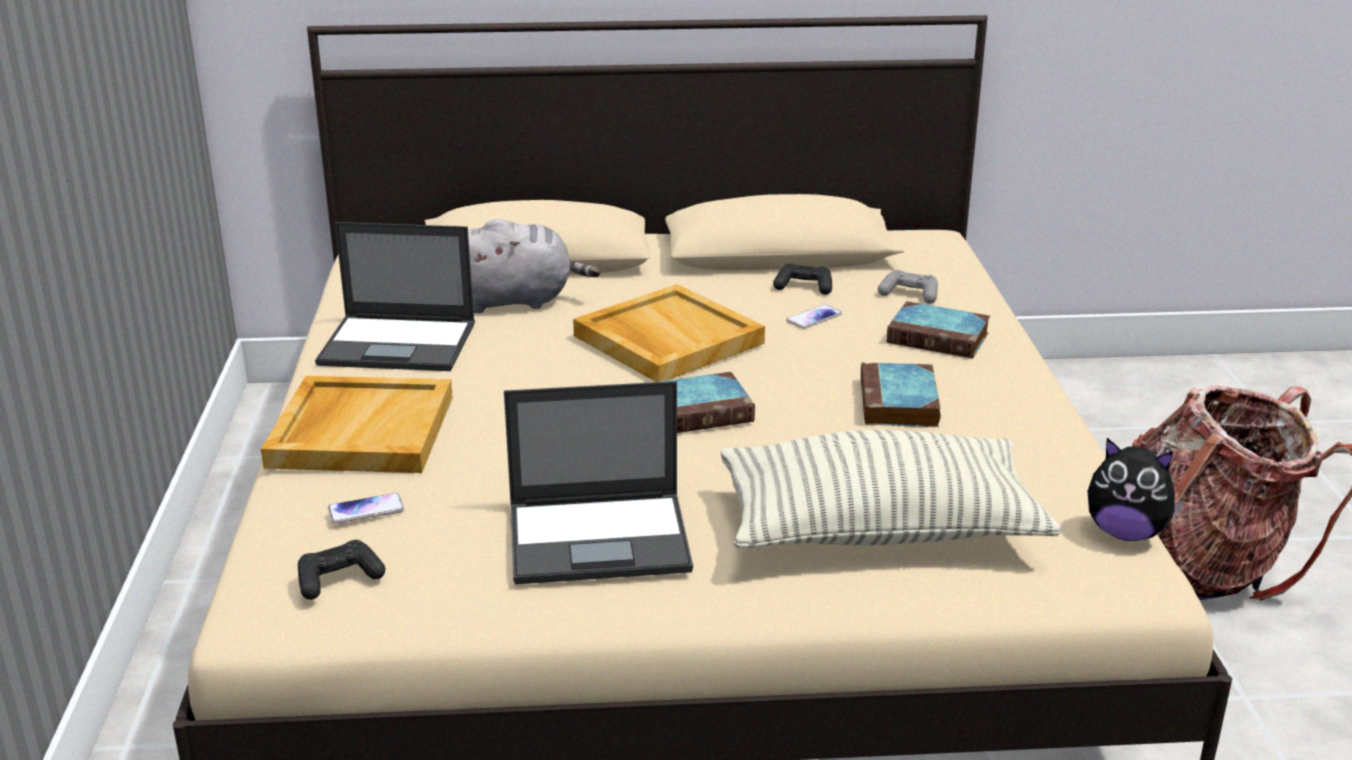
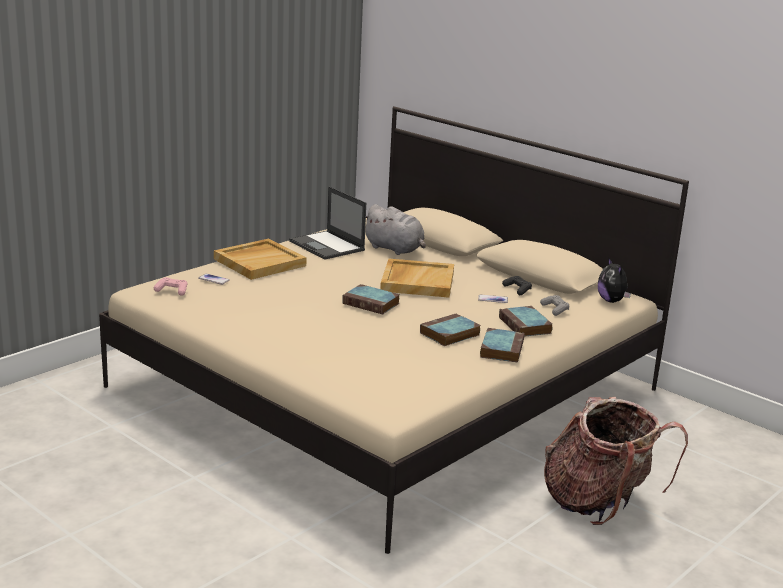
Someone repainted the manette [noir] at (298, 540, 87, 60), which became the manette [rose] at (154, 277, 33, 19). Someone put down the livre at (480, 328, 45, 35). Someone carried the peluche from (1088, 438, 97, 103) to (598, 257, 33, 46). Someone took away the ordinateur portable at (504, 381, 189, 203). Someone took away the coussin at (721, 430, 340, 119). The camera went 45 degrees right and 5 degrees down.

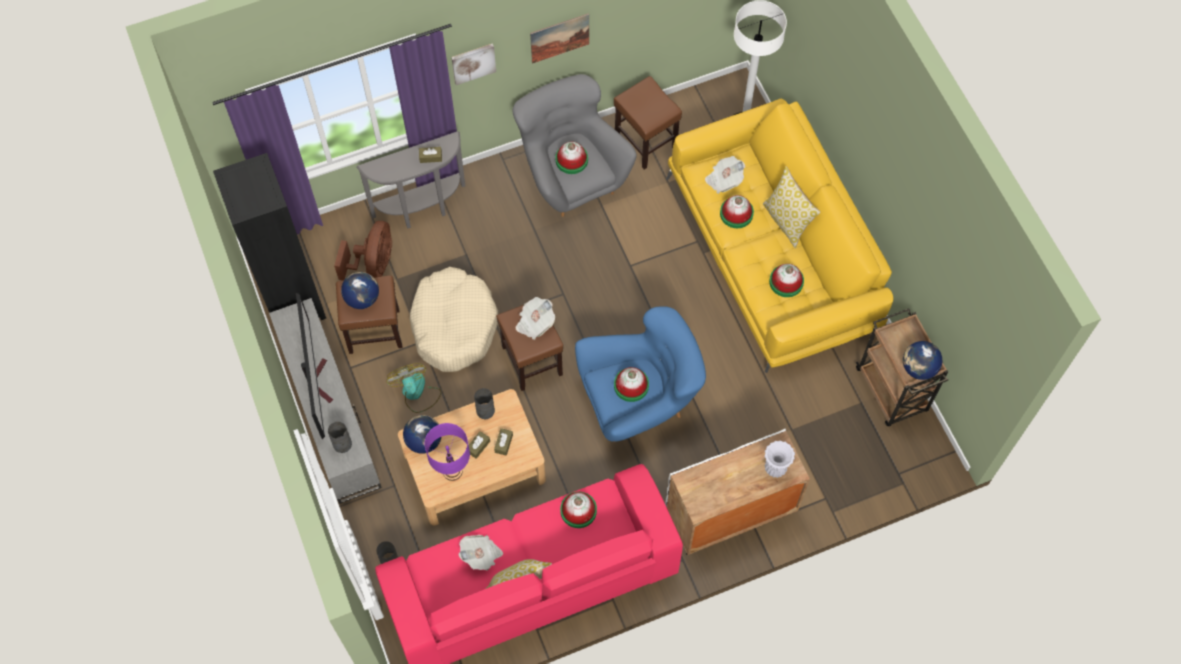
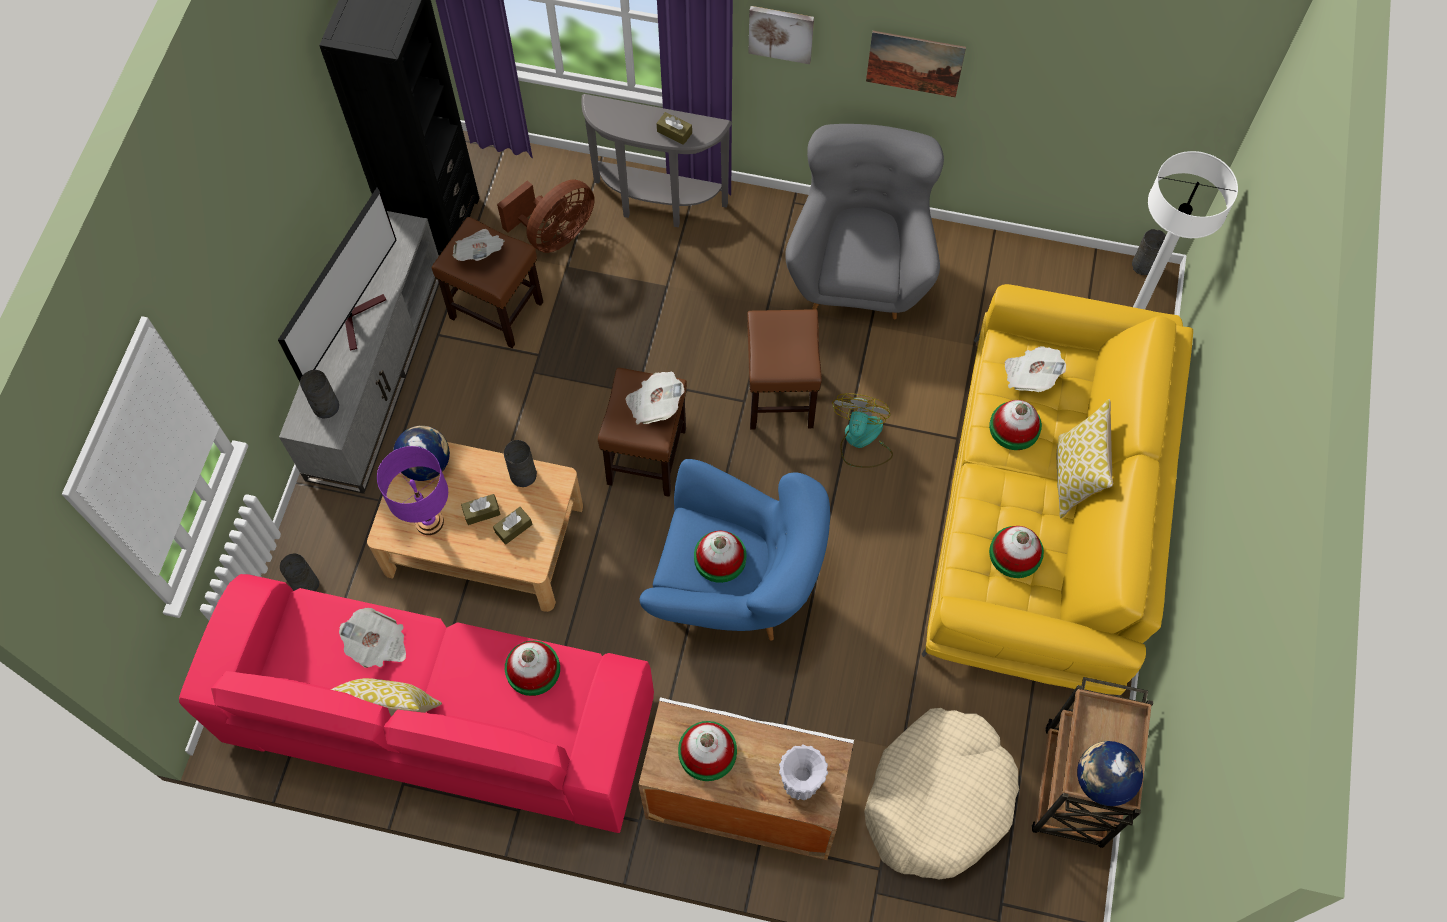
Someone swapped the globe at (341, 272, 38, 37) for the journal at (453, 229, 52, 32). Someone carried the chapeau from (555, 142, 33, 32) to (678, 721, 59, 60). Someone carried the tabouret [marron] from (614, 76, 68, 93) to (747, 309, 75, 120). Someone carried the ventilateur from (386, 363, 55, 50) to (832, 393, 61, 75). Someone carried the panier pour chien [beige] from (409, 267, 89, 105) to (864, 708, 155, 172). Someone put down the vase [gris] at (1132, 229, 34, 46). The camera went 35 degrees right and 0 degrees up.

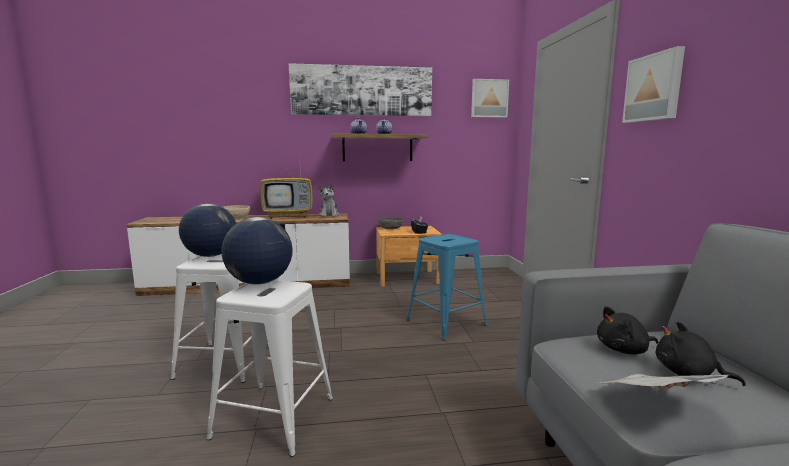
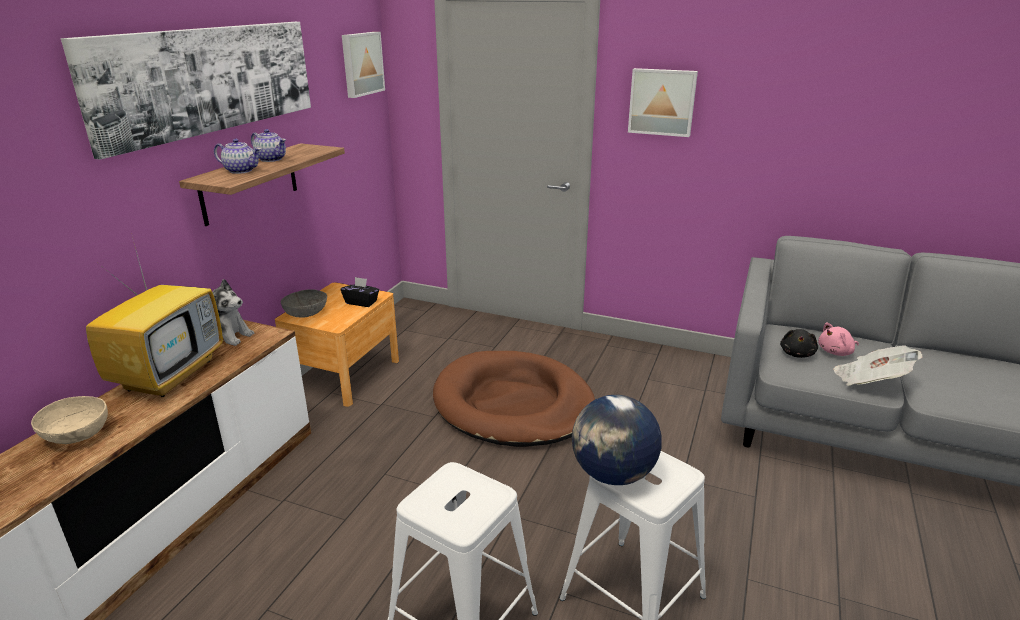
Someone swapped the tabouret [bleu] at (407, 234, 80, 107) for the panier pour chien [marron] at (433, 351, 162, 96). Someone repainted the peluche [noir] at (656, 322, 90, 64), which became the peluche [rose] at (818, 323, 41, 33). Someone took away the globe at (179, 204, 57, 53). The camera went 60 degrees left and 15 degrees up.

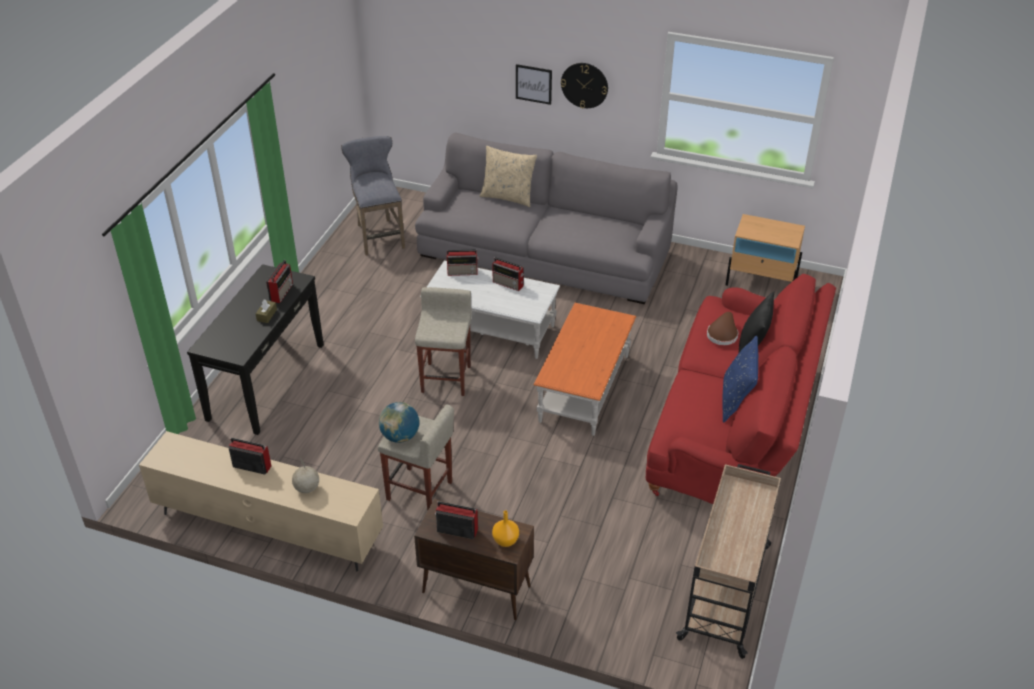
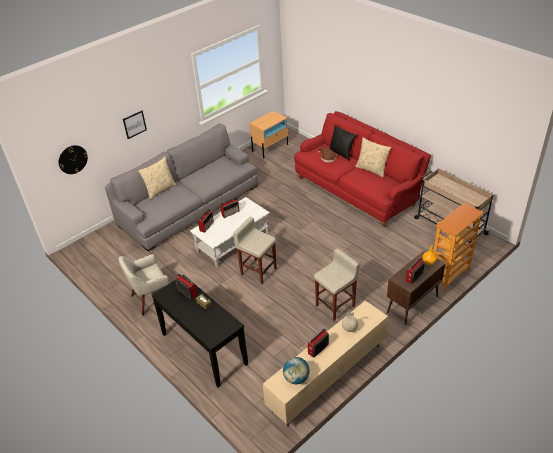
Someone carried the horloge murale from (561, 63, 47, 45) to (59, 145, 29, 29). Someone put down the fauteuil [beige] at (119, 254, 51, 62). Someone carried the globe from (379, 402, 40, 41) to (283, 357, 27, 27). Someone repainted the coussin [bleu] at (722, 335, 36, 88), which became the coussin [beige] at (355, 138, 36, 39). Someone put down the bibliothèque at (433, 203, 51, 88). Someone took away the tabouret [gris] at (341, 136, 64, 120). Someone took away the table basse [orange] at (533, 303, 103, 133). The camera went 60 degrees left and 0 degrees up.

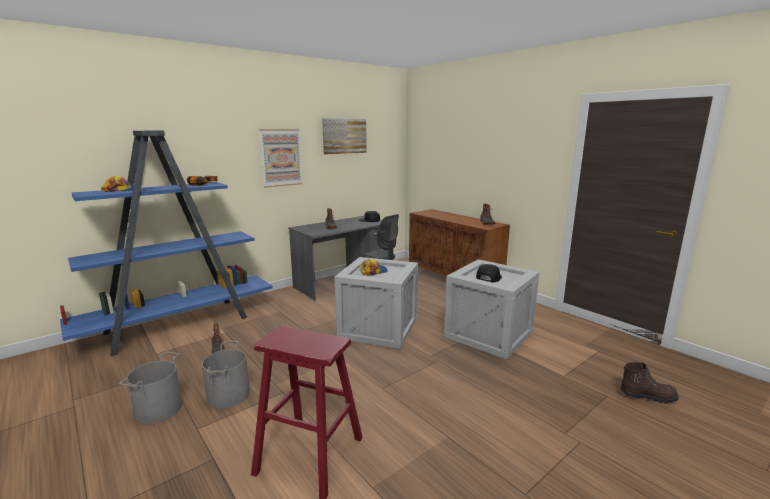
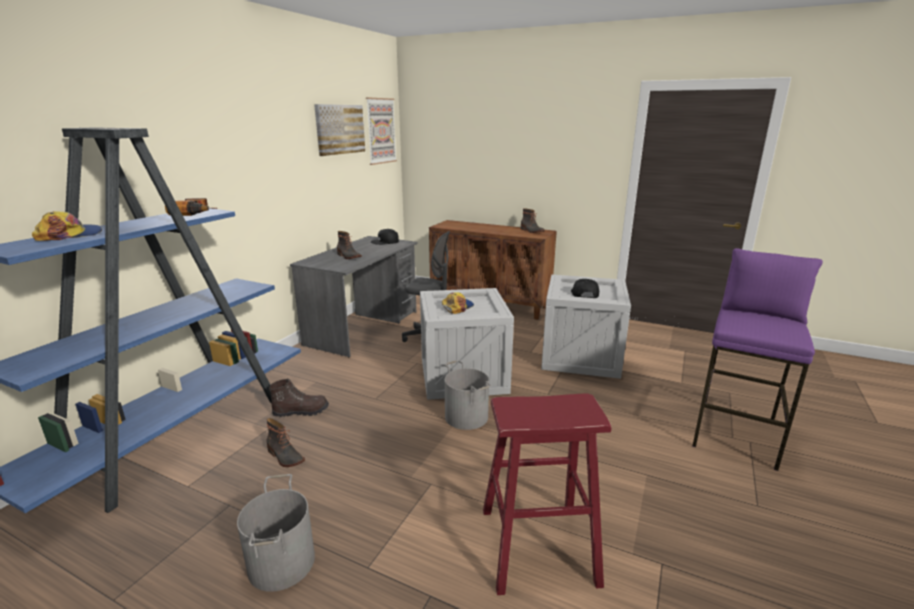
Someone carried the botte [marron] from (620, 362, 59, 42) to (269, 378, 60, 39). Someone carried the tableau from (260, 129, 43, 59) to (366, 97, 31, 68). Someone carried the seau [gris] from (202, 341, 48, 68) to (444, 360, 48, 70). Someone put down the tabouret [violet] at (692, 248, 131, 223). The camera went 25 degrees left and 5 degrees up.

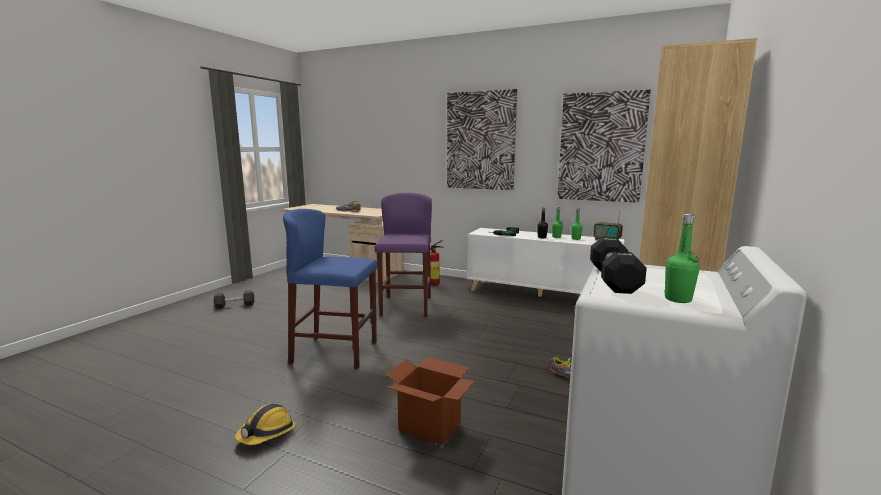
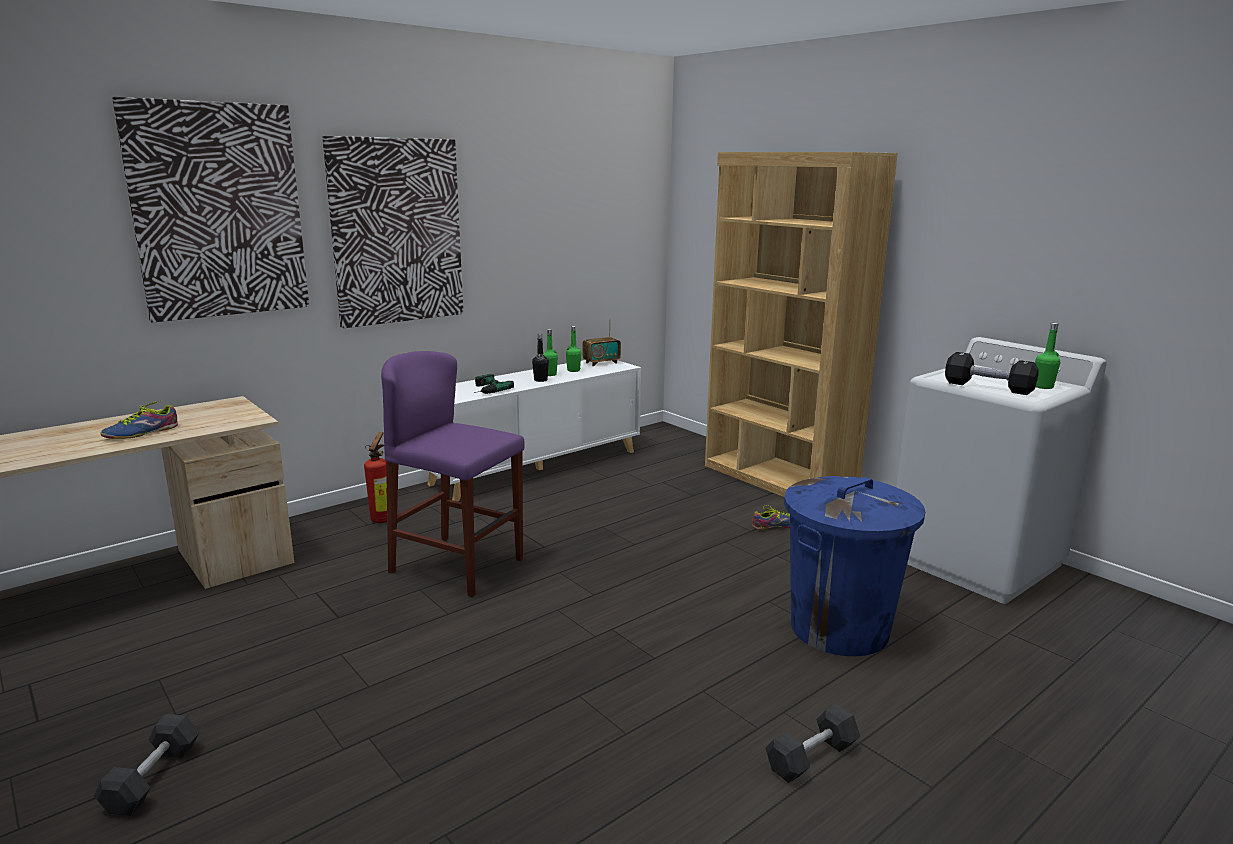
Someone carried the tableau from (557, 90, 94, 113) to (112, 97, 197, 226). Someone swapped the casque de chantier at (235, 404, 61, 41) for the haltère [noir] at (765, 704, 95, 79). Someone swapped the carton at (386, 357, 89, 88) for the poubelle [bleu] at (784, 476, 141, 180). Someone took away the tabouret [bleu] at (283, 209, 94, 160). The camera went 65 degrees left and 5 degrees up.

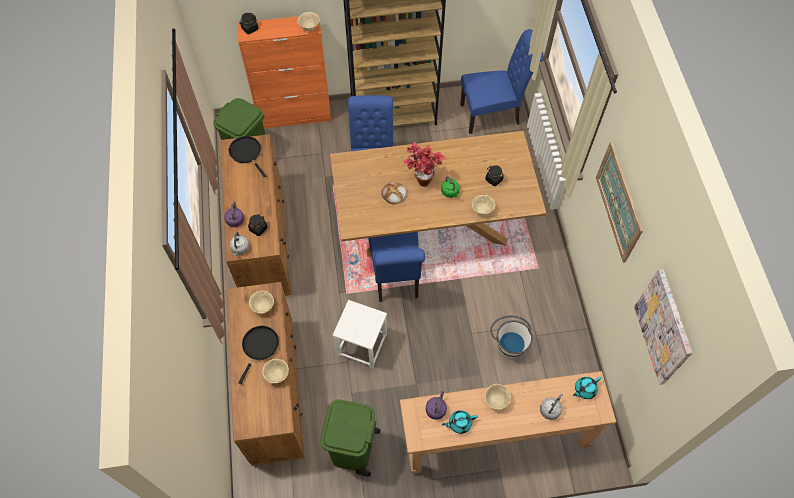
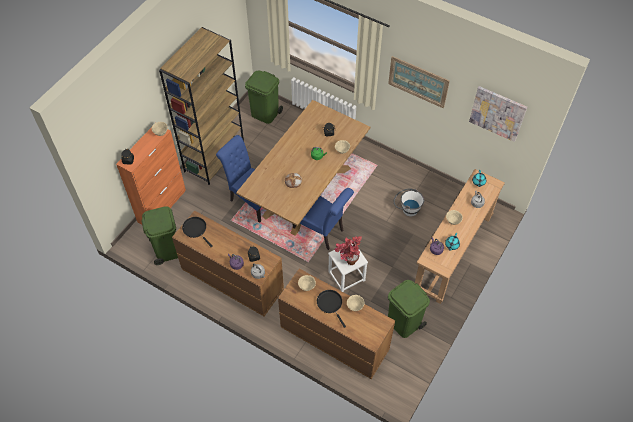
Someone rotated the poêle [noir] at (229, 136, 37, 42) by 45 degrees clockwise. Someone swapped the chaise [bleu] at (460, 29, 84, 105) for the poubelle [vert] at (245, 71, 38, 53). Someone carried the plante en pot from (403, 142, 42, 45) to (334, 236, 28, 29). The camera went 50 degrees left and 5 degrees down.

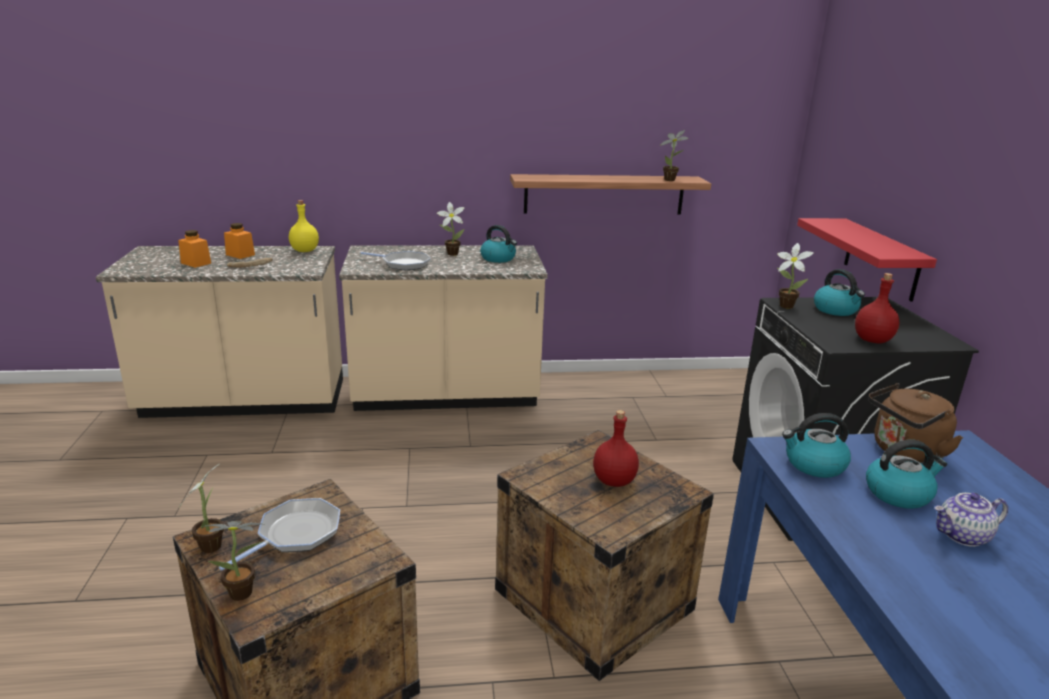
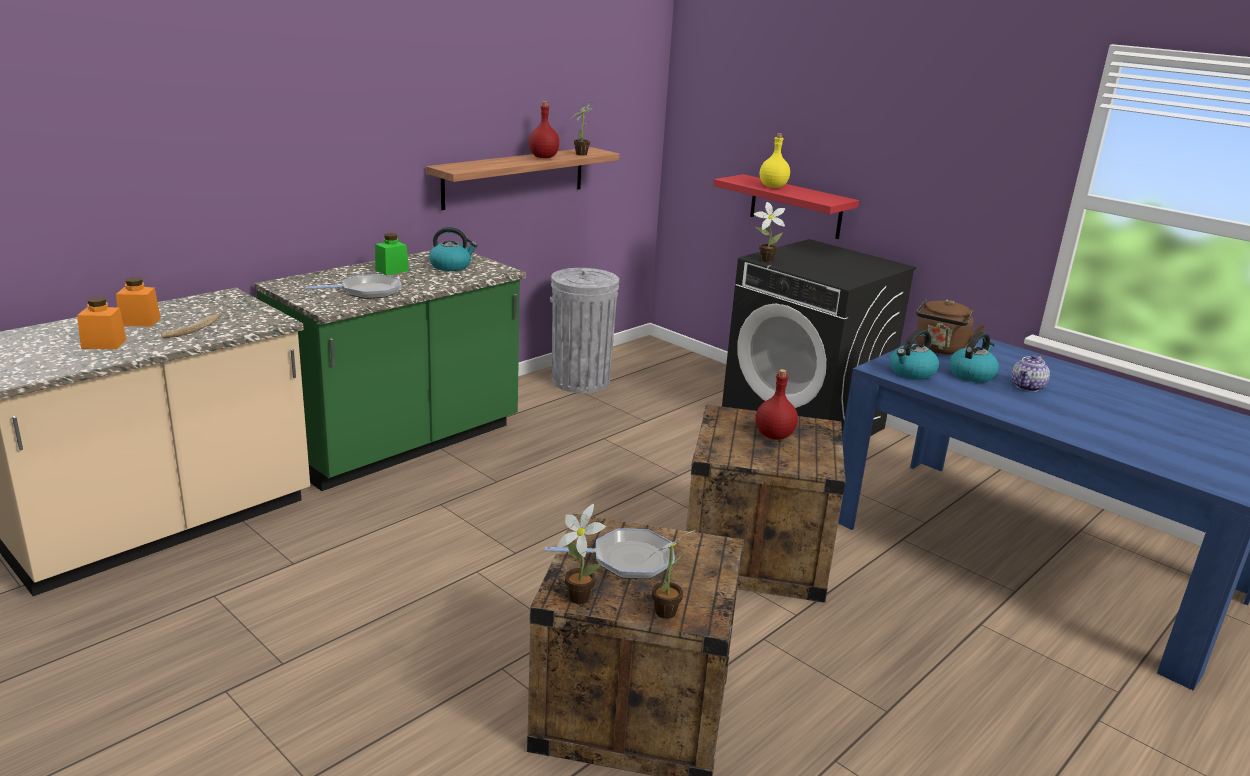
Someone repainted the comptoir de cuisine [beige] at (339, 245, 209, 166), which became the comptoir de cuisine [vert] at (254, 250, 272, 241). Someone swapped the plante en pot at (437, 202, 28, 54) for the bocal [vert] at (375, 233, 34, 42). Someone carried the bouteille [rouge] from (855, 273, 44, 70) to (529, 101, 31, 57). Someone rotated the poêle at (219, 498, 121, 73) by 90 degrees clockwise. Someone put down the poubelle [gris] at (550, 268, 69, 125). Someone carried the bouteille [jaune] from (289, 200, 30, 52) to (760, 133, 30, 55). Someone took away the bouilloire at (814, 269, 51, 47). The camera went 40 degrees left and 0 degrees up.

